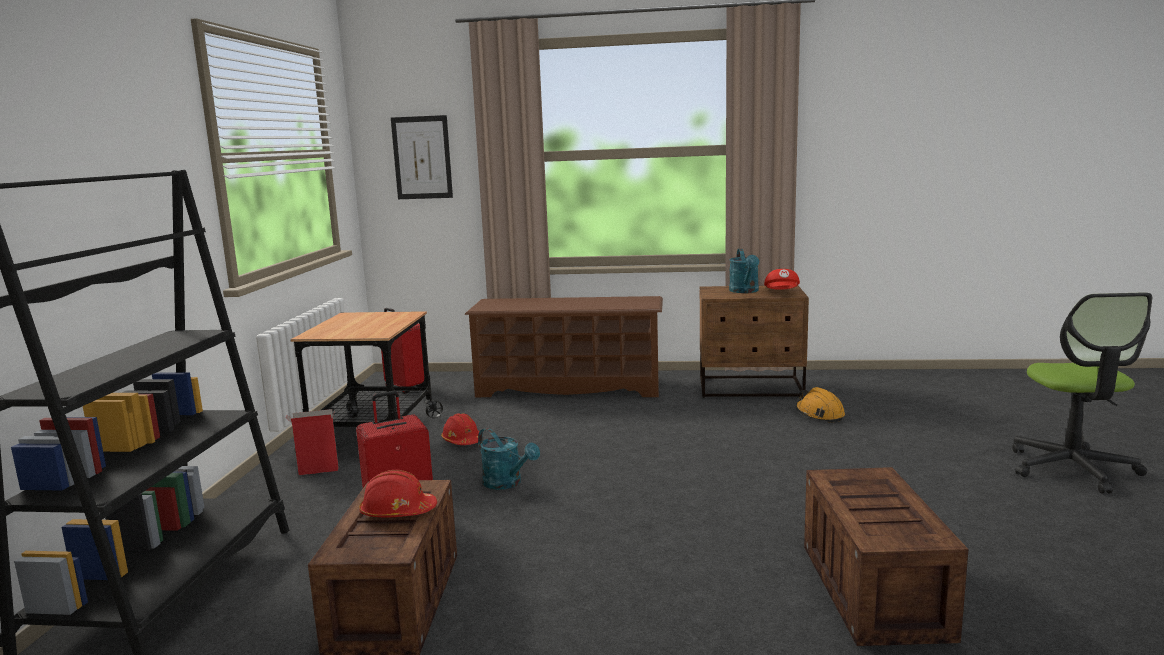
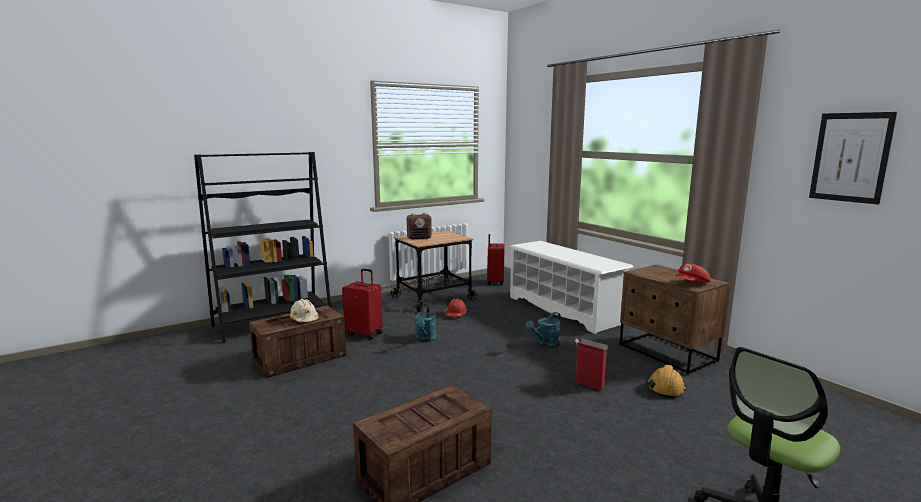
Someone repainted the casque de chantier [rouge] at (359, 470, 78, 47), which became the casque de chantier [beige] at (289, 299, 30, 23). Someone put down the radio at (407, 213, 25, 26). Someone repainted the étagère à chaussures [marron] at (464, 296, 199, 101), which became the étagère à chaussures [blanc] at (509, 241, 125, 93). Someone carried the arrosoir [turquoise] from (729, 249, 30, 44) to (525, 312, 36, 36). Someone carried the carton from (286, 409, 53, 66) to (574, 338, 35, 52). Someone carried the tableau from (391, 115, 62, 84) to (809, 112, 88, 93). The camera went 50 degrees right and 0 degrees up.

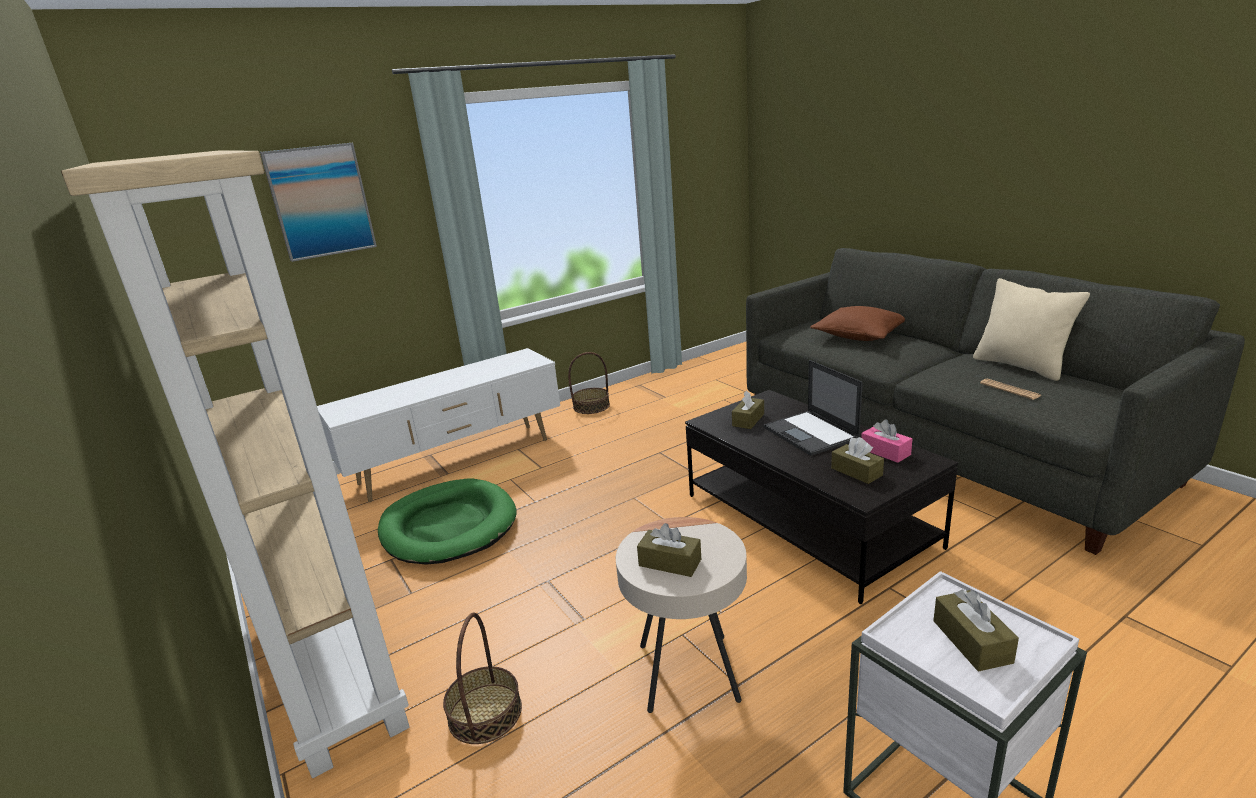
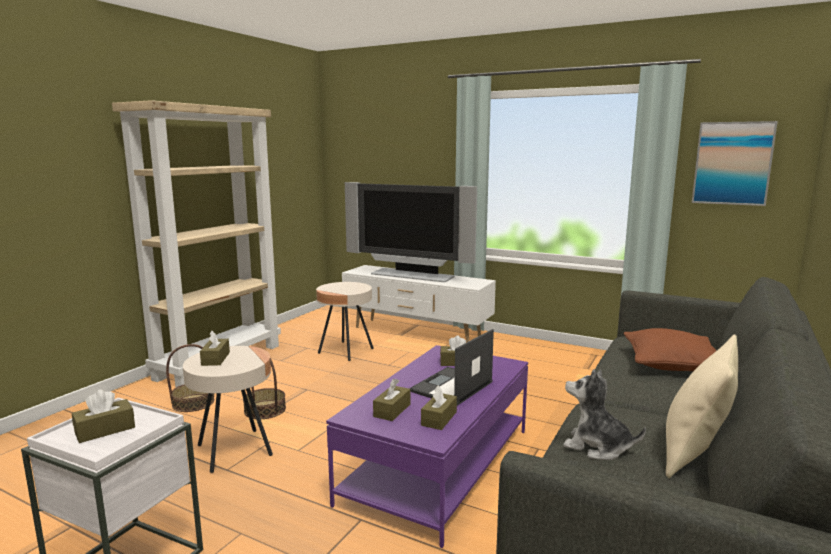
Someone carried the panier from (568, 352, 42, 62) to (243, 358, 43, 61). Someone swapped the panier pour chien [vert] at (378, 478, 138, 87) for the table d'appoint [beige] at (316, 282, 58, 79). Someone repainted the table basse [noir] at (685, 390, 273, 214), which became the table basse [violet] at (326, 345, 202, 203). Someone put down the téléviseur at (345, 182, 132, 100). Someone repainted the boîte à mouchoirs [rose] at (861, 420, 51, 43), which became the boîte à mouchoirs [marron] at (421, 386, 36, 44). Someone swapped the journal at (980, 379, 61, 21) for the peluche at (563, 369, 83, 91). Someone carried the tableau from (260, 143, 117, 119) to (692, 121, 86, 85). The camera went 60 degrees right and 10 degrees down.

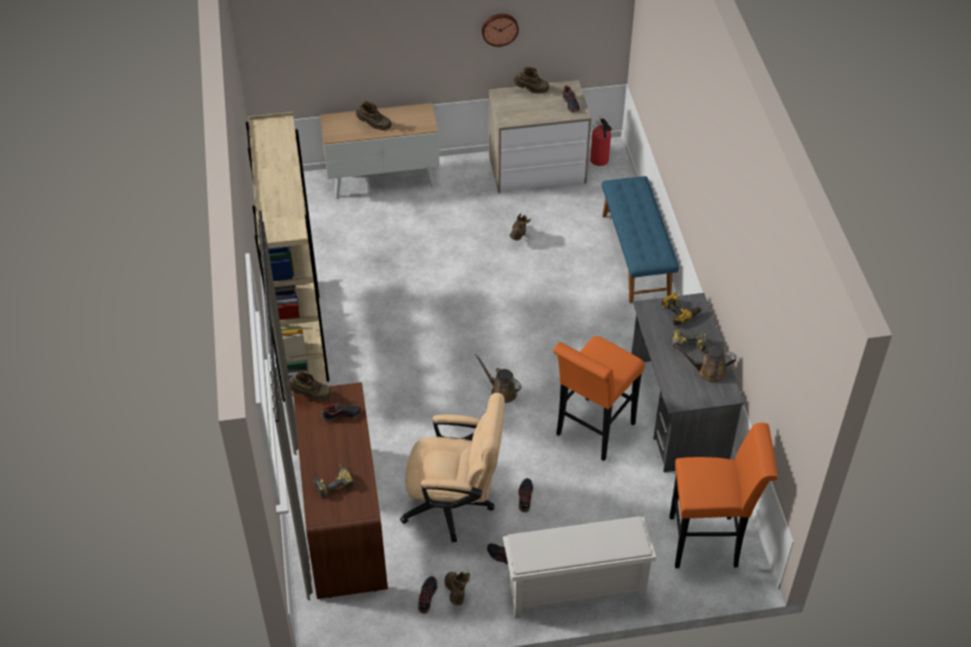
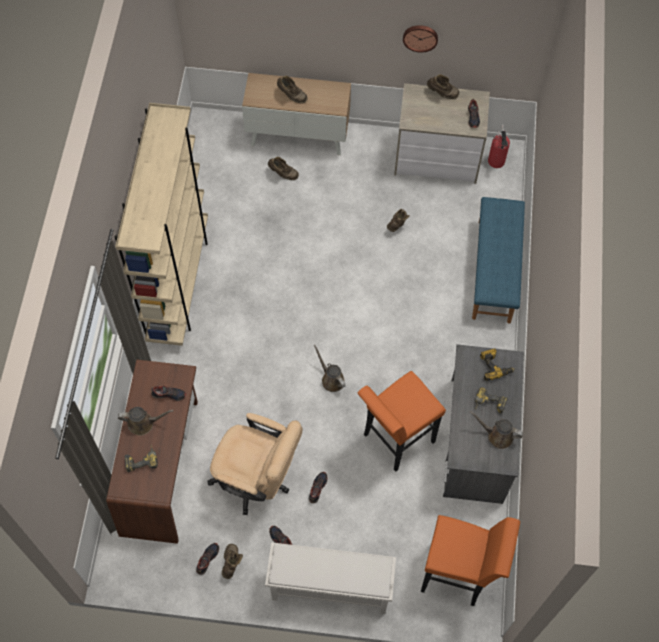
Someone put down the arrosoir [marron] at (118, 407, 56, 29). Someone carried the botte [marron] from (287, 371, 45, 30) to (268, 157, 31, 23). The camera went 15 degrees right and 15 degrees up.

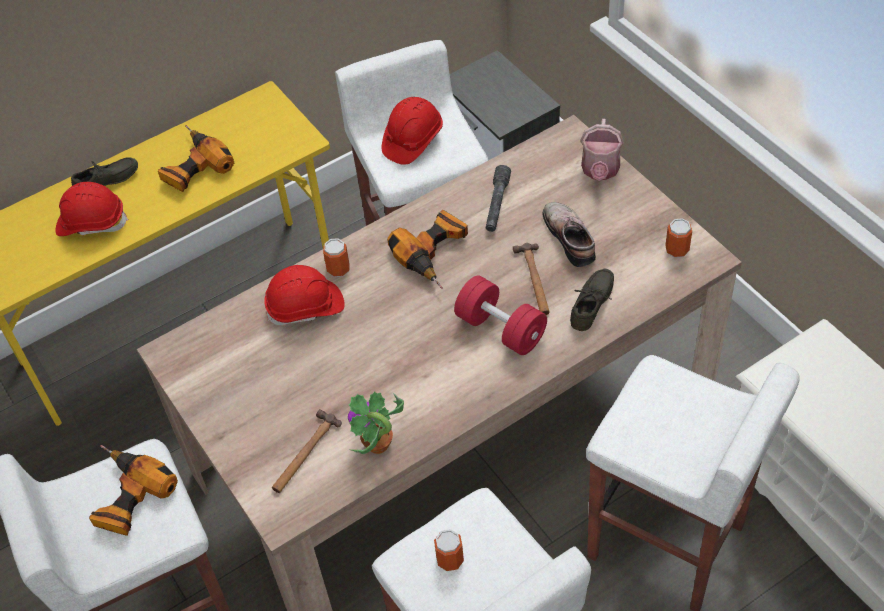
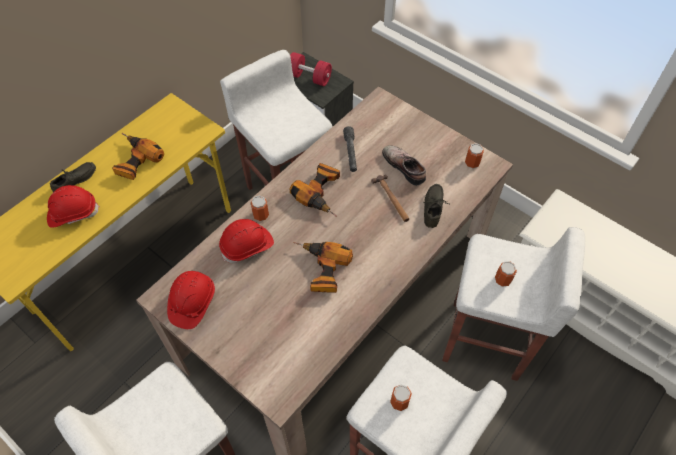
Someone carried the casque de chantier [rouge] from (382, 97, 61, 68) to (167, 271, 48, 58). Someone carried the haltère [rouge] from (454, 275, 93, 80) to (290, 52, 42, 34). Someone carried the perceuse from (89, 445, 89, 91) to (293, 242, 60, 51). Someone put down the boîte métallique at (495, 261, 22, 26). Someone took away the marteau at (272, 409, 70, 84). Someone took away the plante en pot at (348, 391, 56, 63). Someone took away the arrosoir at (580, 119, 44, 62). The camera went 20 degrees left and 5 degrees up.

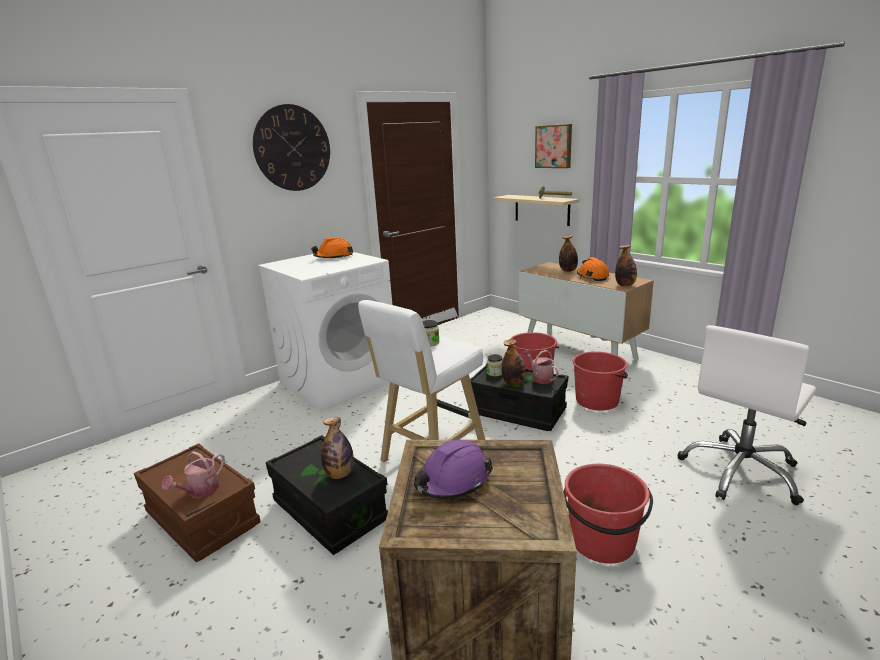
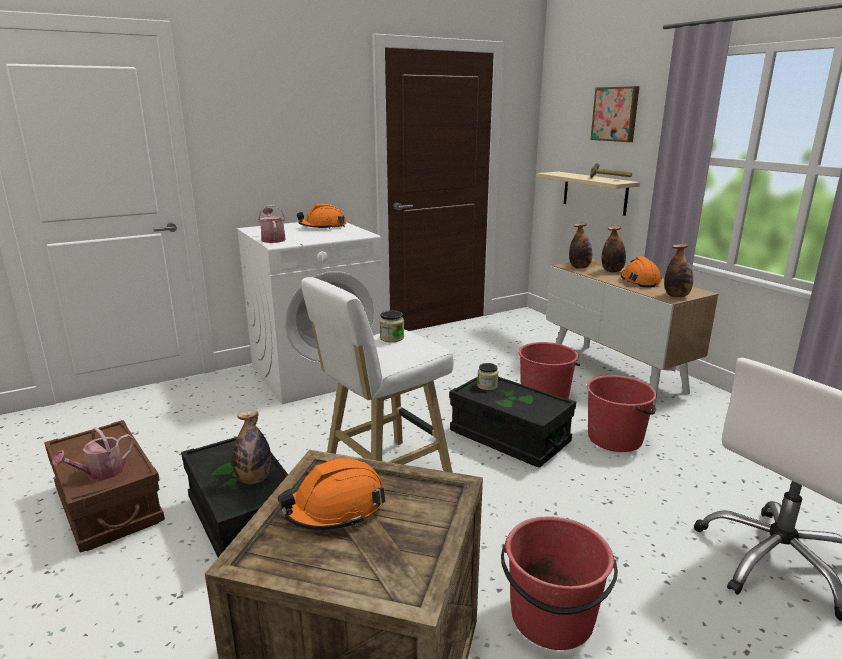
Someone carried the arrosoir from (523, 349, 35, 35) to (258, 205, 28, 38). Someone repainted the casque de chantier [violet] at (414, 440, 79, 59), which became the casque de chantier [orange] at (278, 458, 107, 72). Someone carried the bouteille from (502, 339, 24, 47) to (569, 223, 23, 46). Someone took away the horloge murale at (253, 104, 77, 87). The camera went 10 degrees right and 0 degrees up.

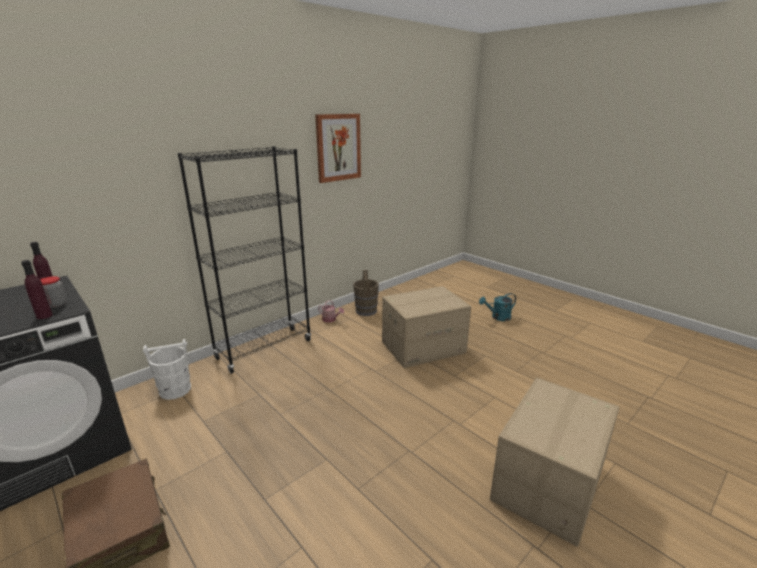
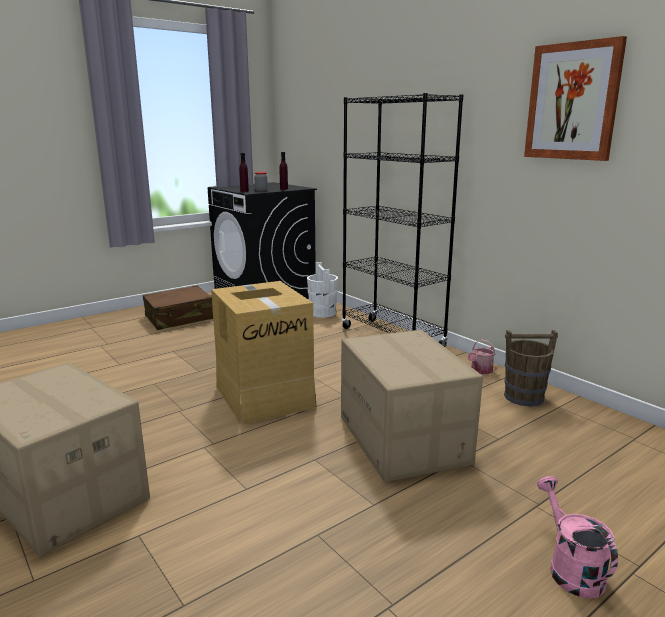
Someone put down the carton at (211, 281, 105, 144). Someone repainted the arrosoir [turquoise] at (479, 293, 37, 28), which became the arrosoir [rose] at (537, 476, 81, 123). The camera went 95 degrees right and 5 degrees down.

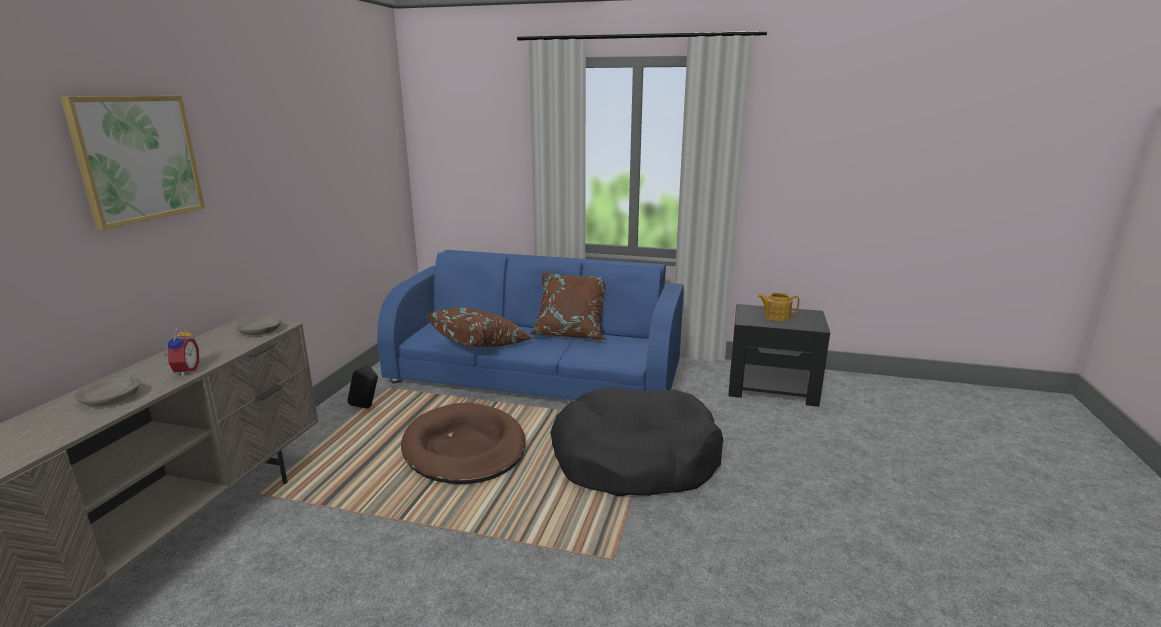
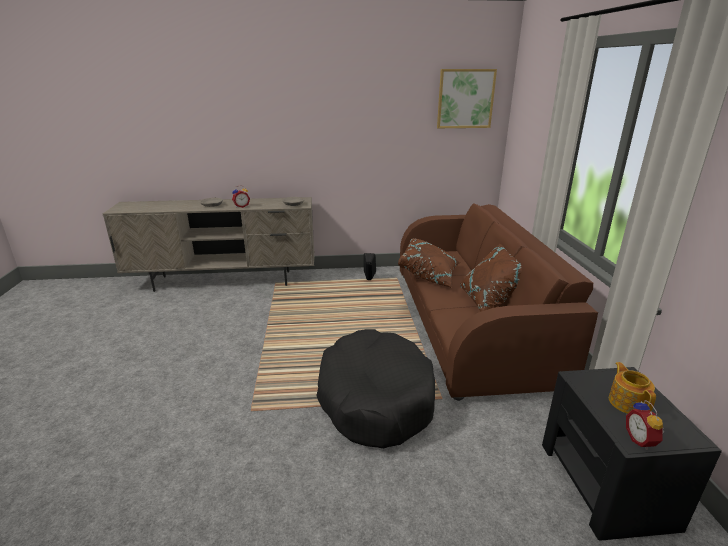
Someone repainted the canapé [bleu] at (377, 250, 307, 150), which became the canapé [marron] at (400, 203, 198, 198). Someone carried the tableau from (60, 96, 145, 134) to (437, 69, 60, 59). Someone put down the réveil at (626, 400, 39, 50). Someone took away the panier pour chien [marron] at (401, 403, 125, 81). The camera went 70 degrees right and 5 degrees up.

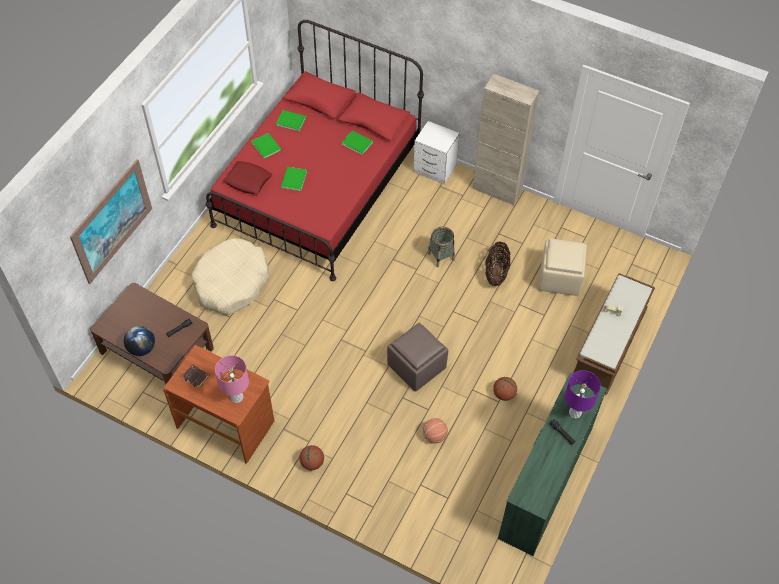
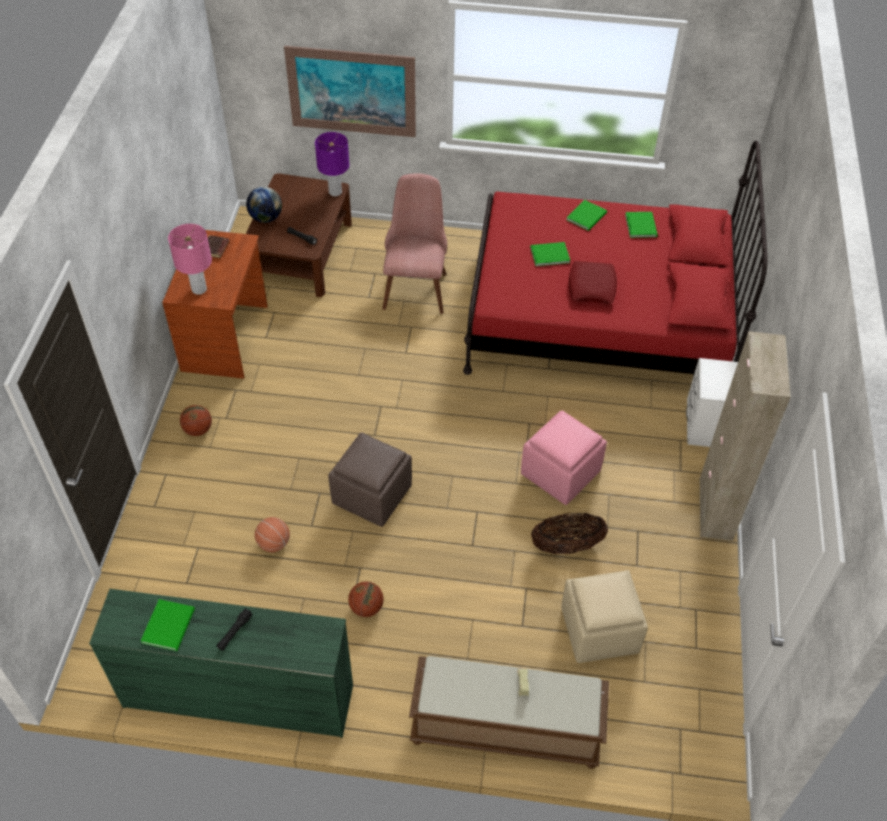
Someone carried the livre [vert] from (341, 131, 33, 24) to (141, 599, 54, 52). Someone carried the lampe de table [violet] from (565, 370, 36, 48) to (315, 132, 34, 64). Someone swapped the panier pour chien [beige] at (191, 238, 78, 77) for the chaise [rose] at (382, 173, 65, 141). Someone swapped the panier at (428, 227, 27, 41) for the pouf [rose] at (521, 410, 86, 95). Someone carried the coussin [rouge] from (223, 161, 49, 33) to (569, 261, 48, 43). The camera went 70 degrees right and 5 degrees down.

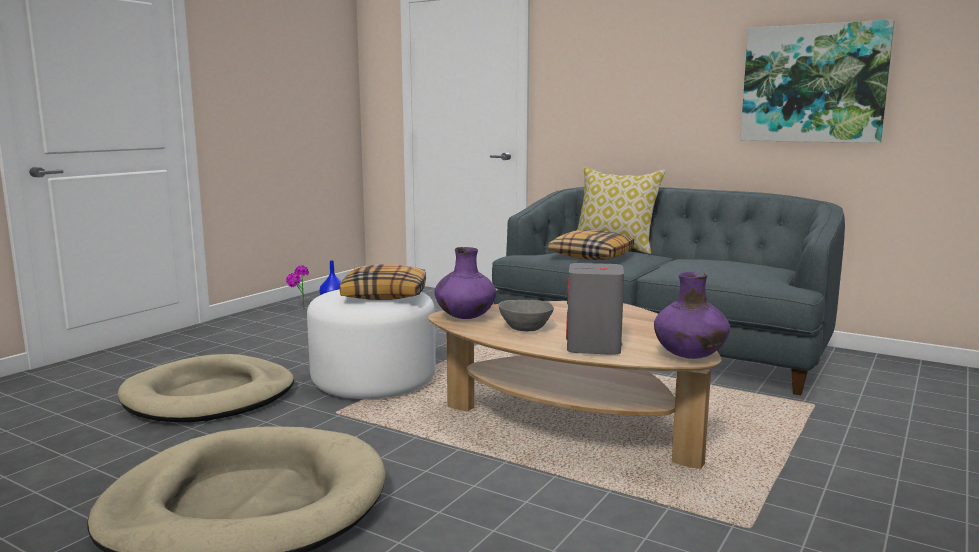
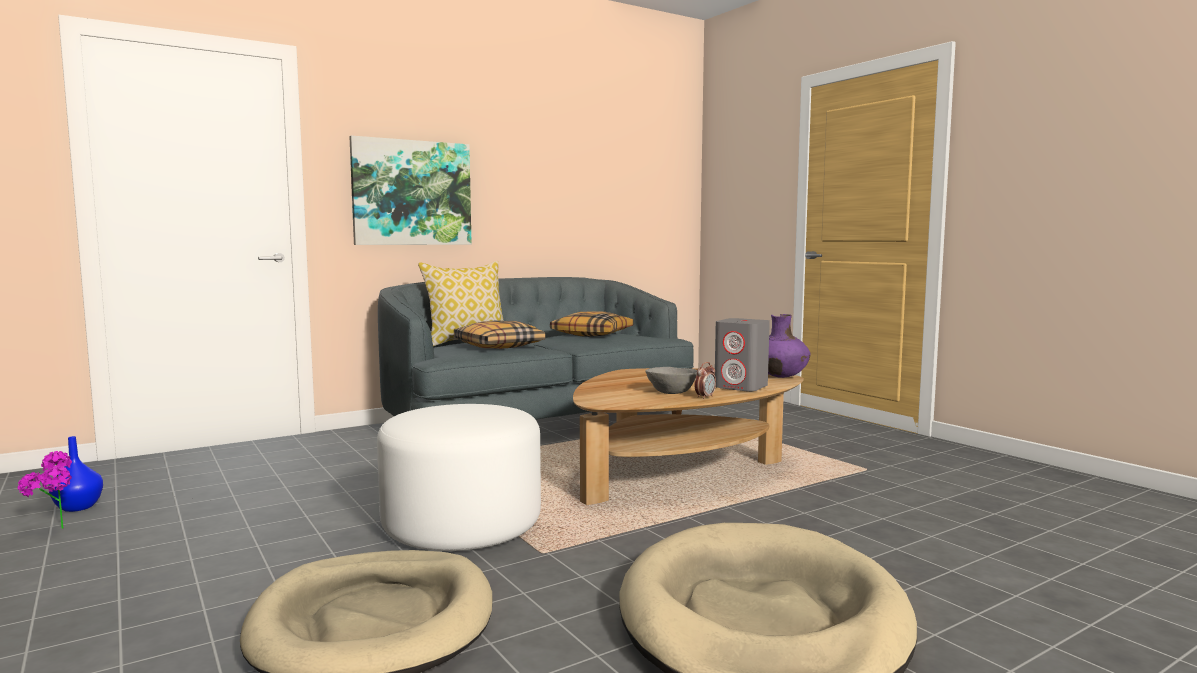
Someone carried the tableau from (740, 19, 155, 124) to (349, 135, 123, 110). Someone carried the coussin from (340, 264, 86, 36) to (550, 311, 84, 26). Someone put down the réveil at (694, 362, 22, 37). Someone took away the vase [violet] at (434, 247, 62, 72). The camera went 65 degrees left and 5 degrees down.

